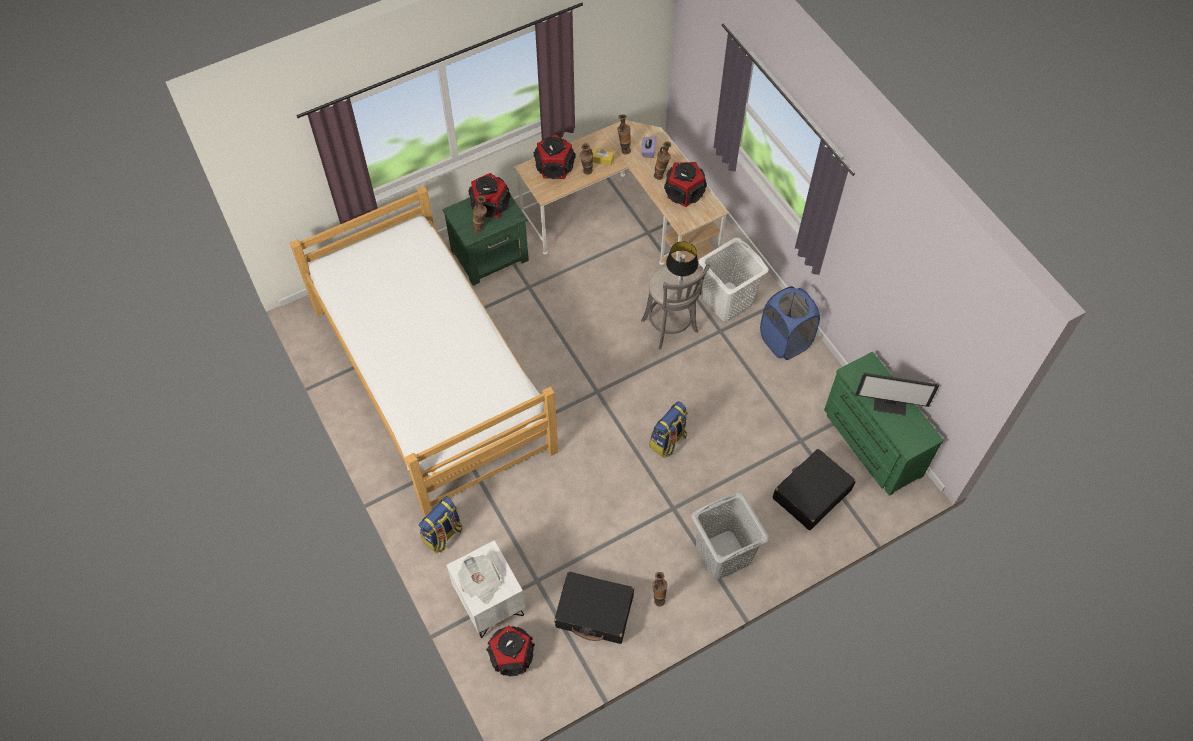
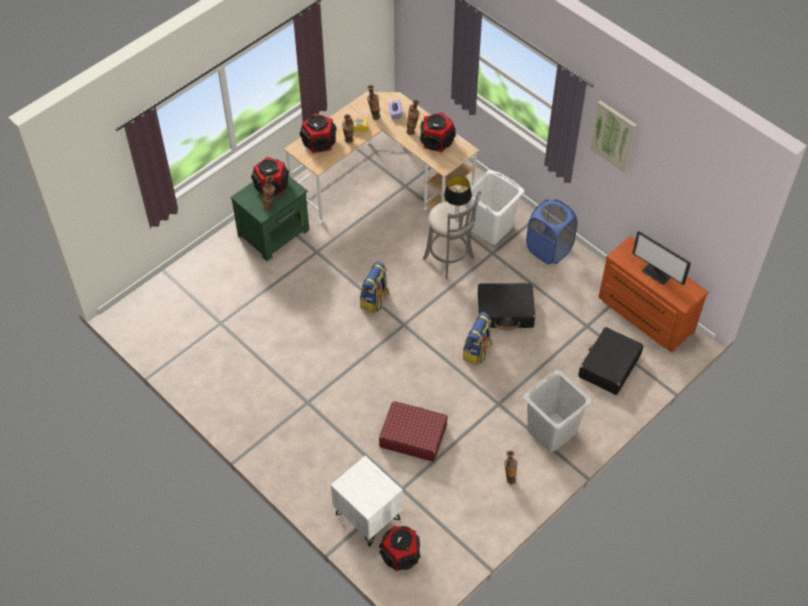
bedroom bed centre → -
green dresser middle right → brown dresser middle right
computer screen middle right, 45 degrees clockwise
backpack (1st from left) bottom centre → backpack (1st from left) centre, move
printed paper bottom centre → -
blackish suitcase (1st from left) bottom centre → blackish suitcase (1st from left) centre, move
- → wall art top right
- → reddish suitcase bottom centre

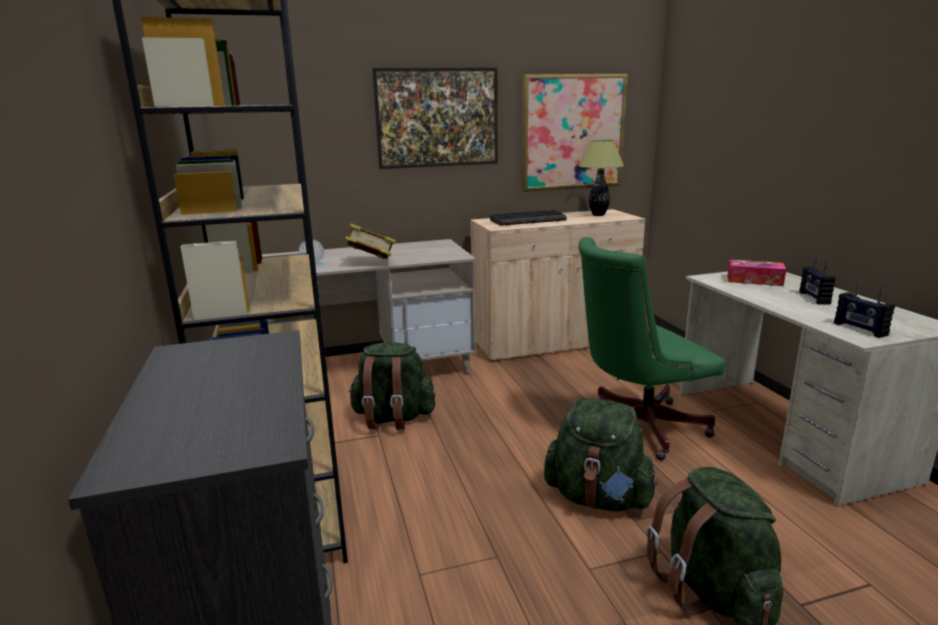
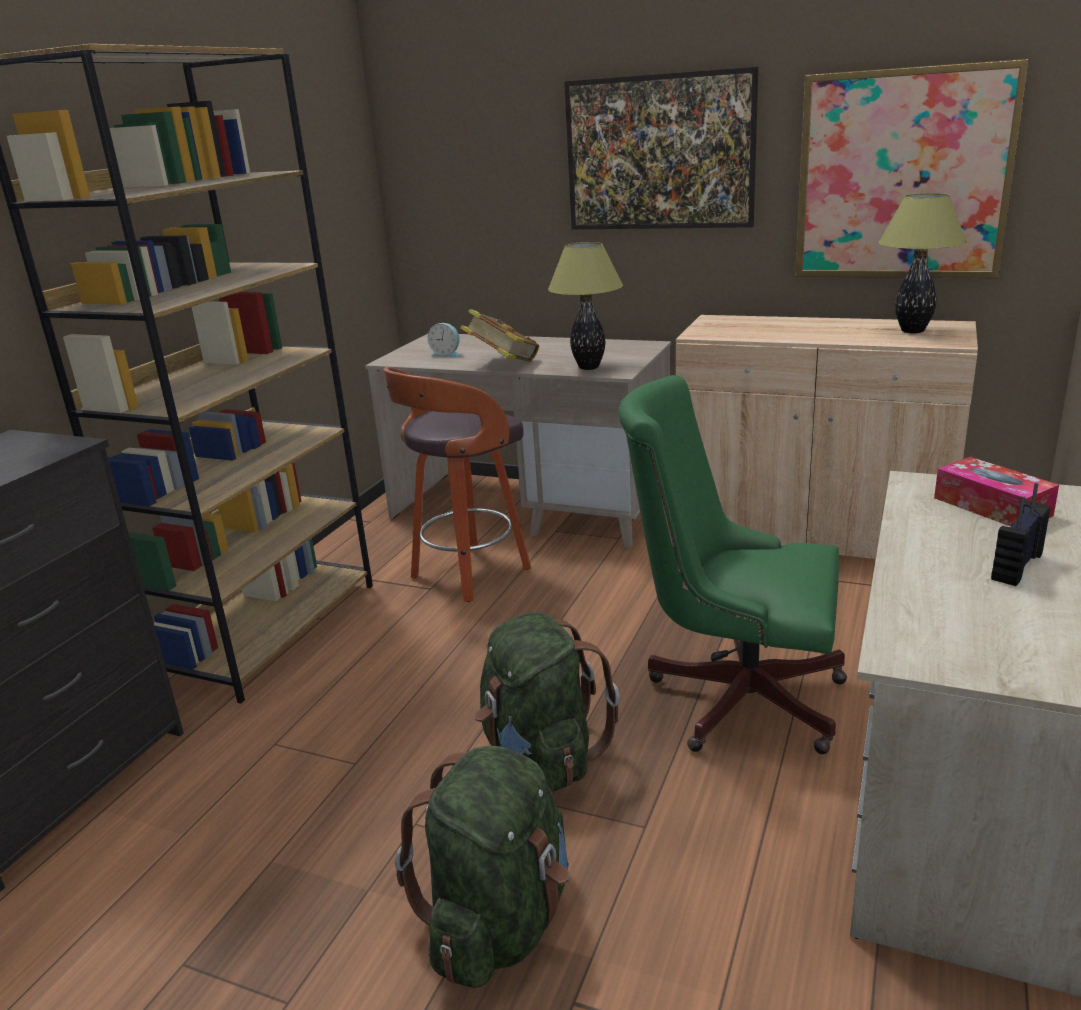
computer keyboard centre → -
radio set (2nd from left) middle right → -
green backpack (1st from left) centre → stool centre
- → tabletop lamp (1st from left) top centre

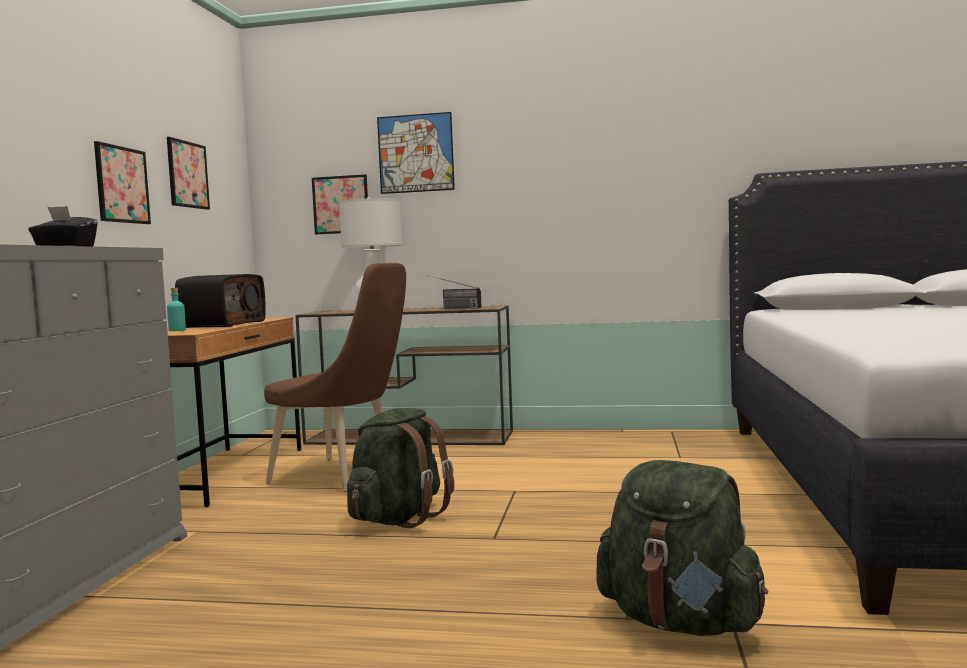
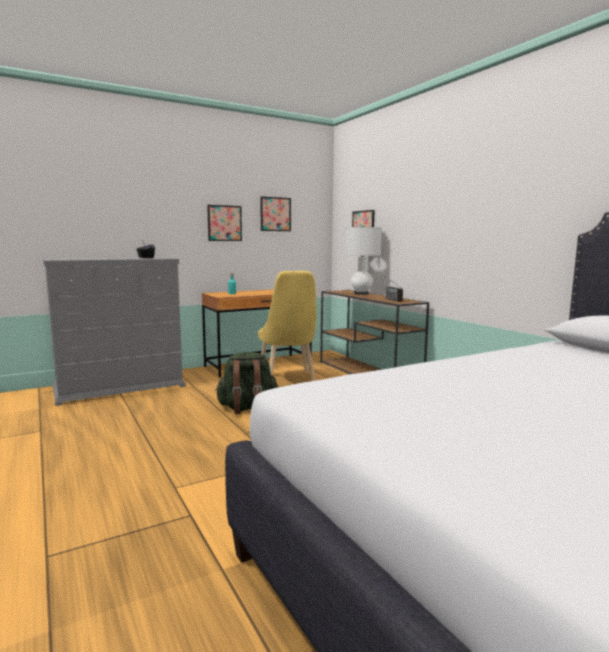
wall art (4th from left) top centre → -
brown plain chair centre → yellowish plain chair centre
radio set (1st from left) middle left → -
green backpack (2nd from left) bottom right → -

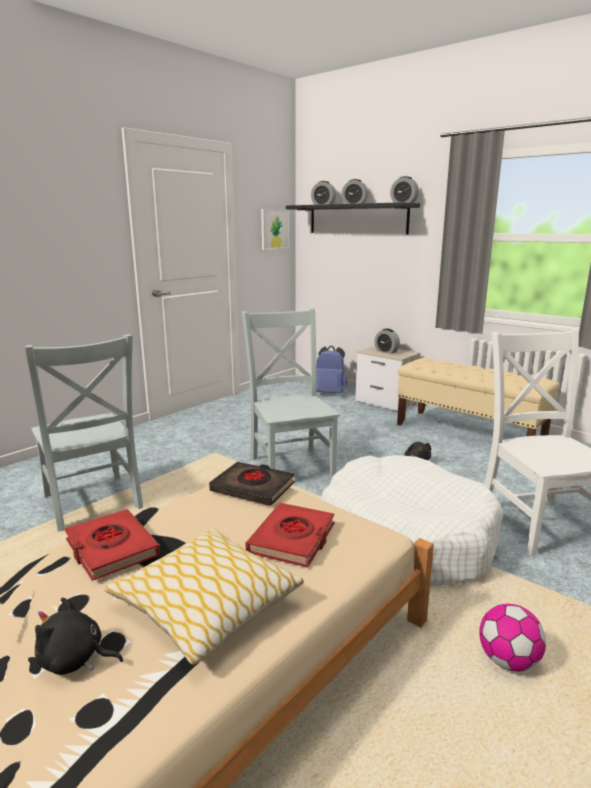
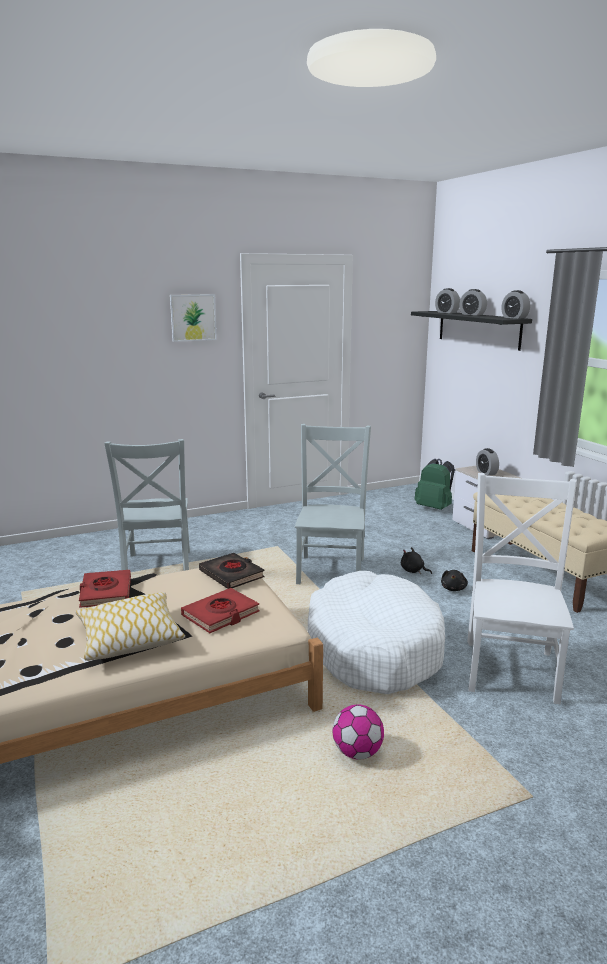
wall art top centre → wall art top left, move
blue backpack centre → green backpack middle right
blackish plush toy (1st from left) bottom left → blackish plush toy (1st from left) middle right, move

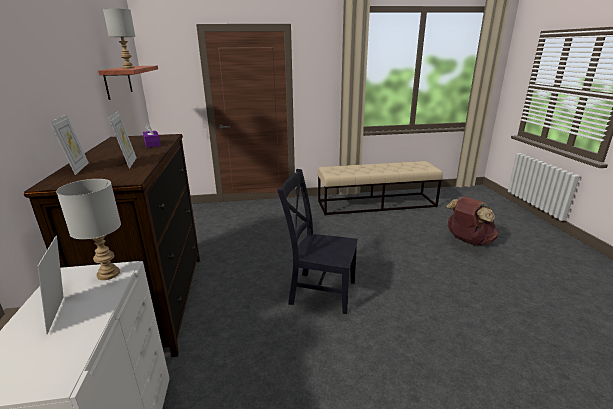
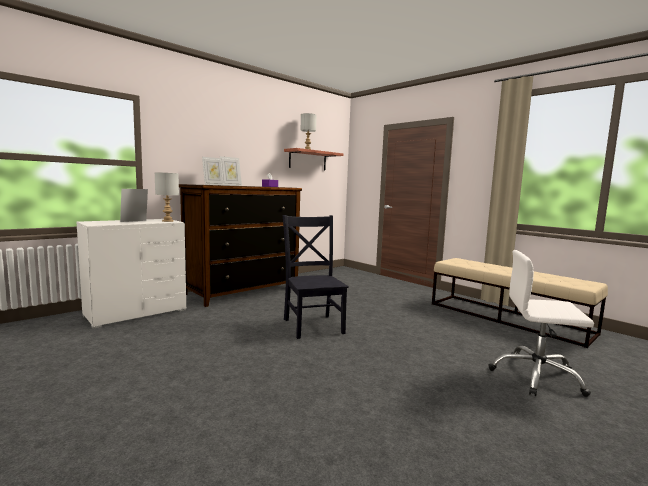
brown backpack middle right → white office chair middle right

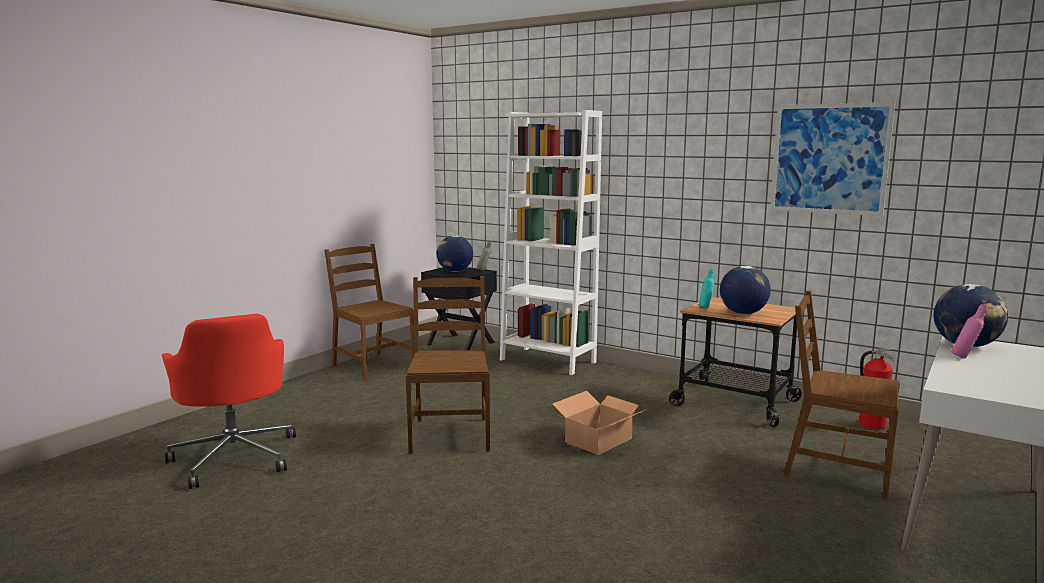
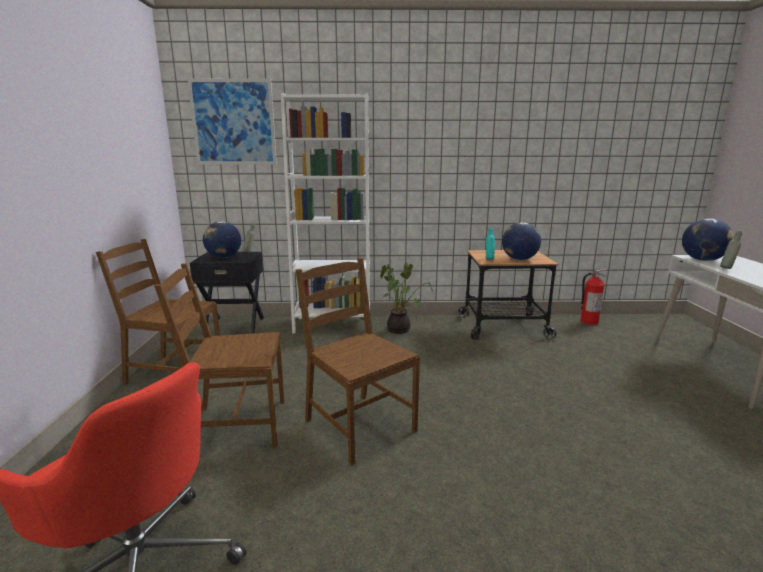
wall art top right → wall art top left, move
brown plain chair (3rd from left in the first image) bottom right → brown plain chair (2nd from left) middle left, move
pinkish bottle middle right → grey bottle (2nd from left) middle right
carton bottom centre → -
- → potted plant centre

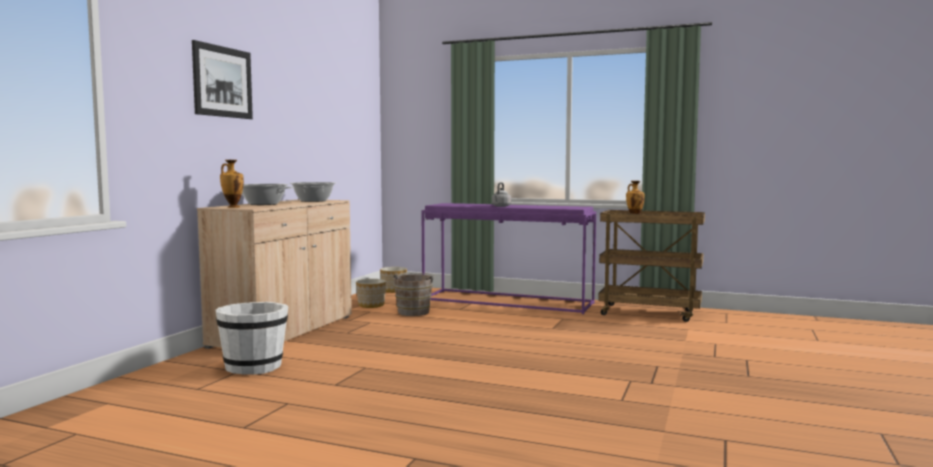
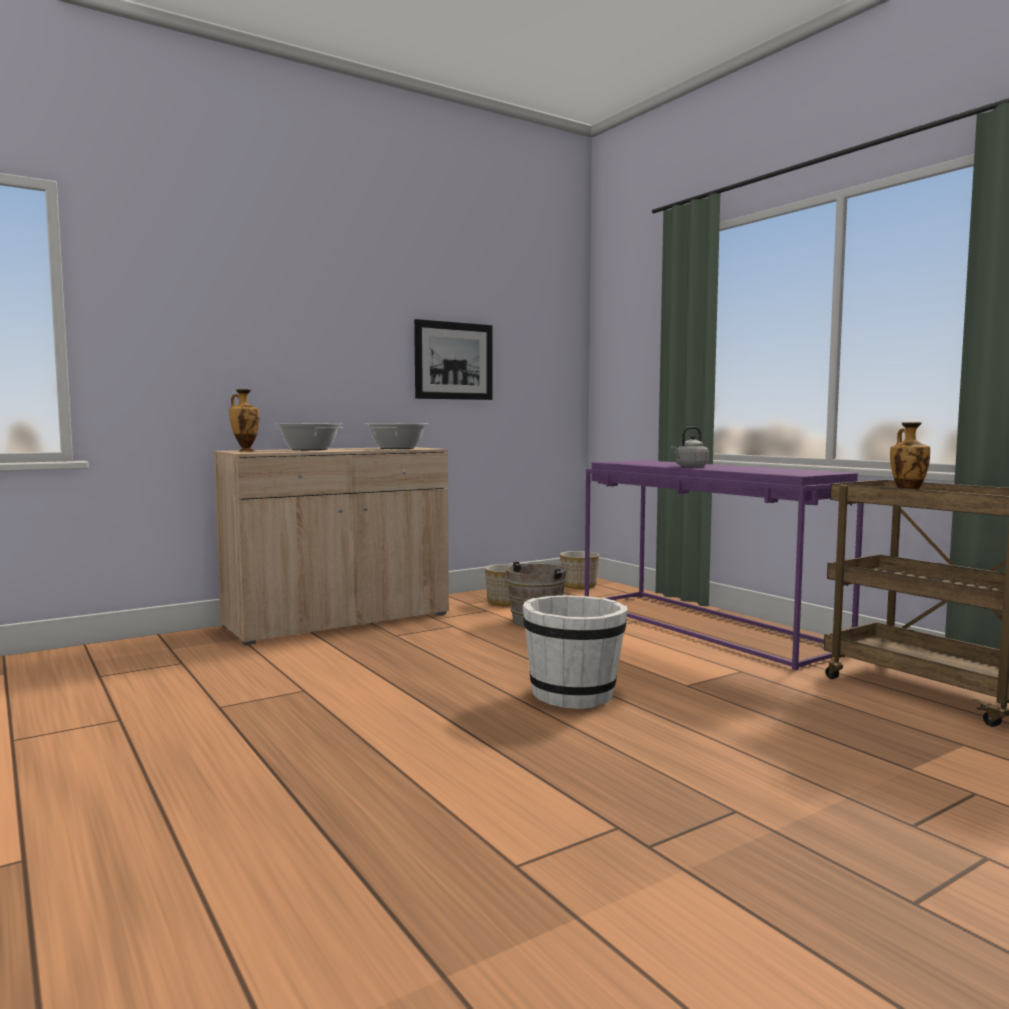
wall art top left → wall art centre, move
white pail bottom left → white pail centre, move

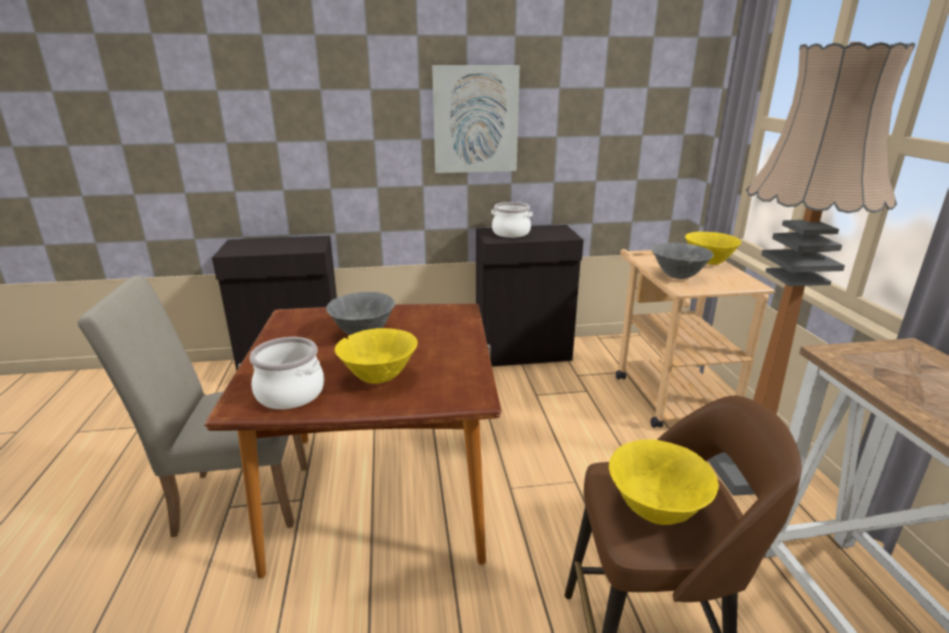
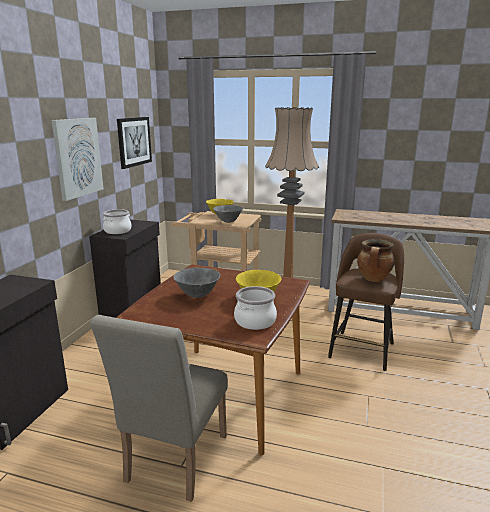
yellowish deep dish (2nd from left) bottom right → stockpot (3rd from left) middle right
- → wall art (2nd from left) top left

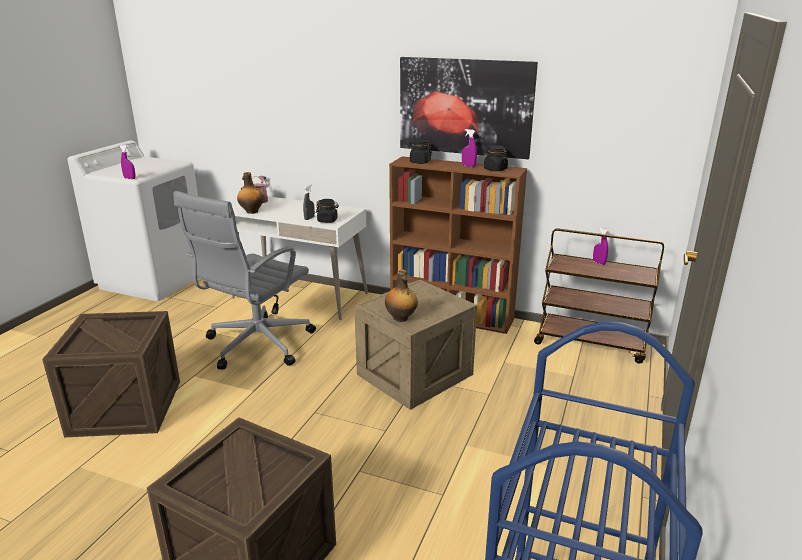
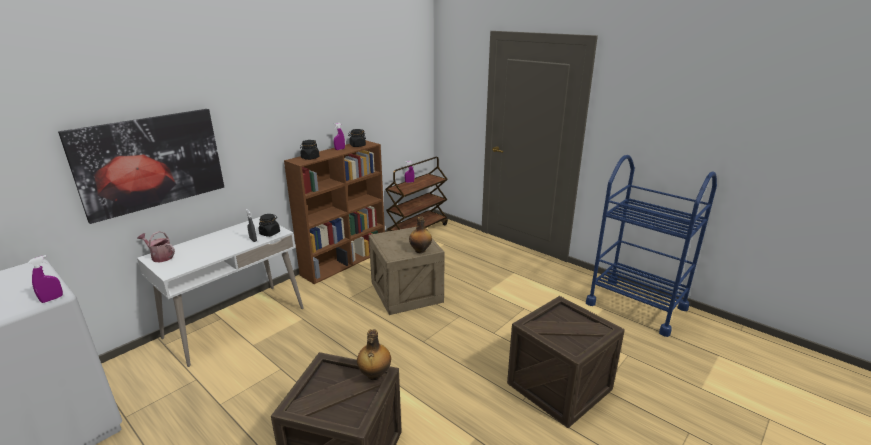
wall art top centre → wall art middle left, move
bottle (1st from left) middle left → bottle (1st from left) bottom centre, move
grey office chair middle left → -

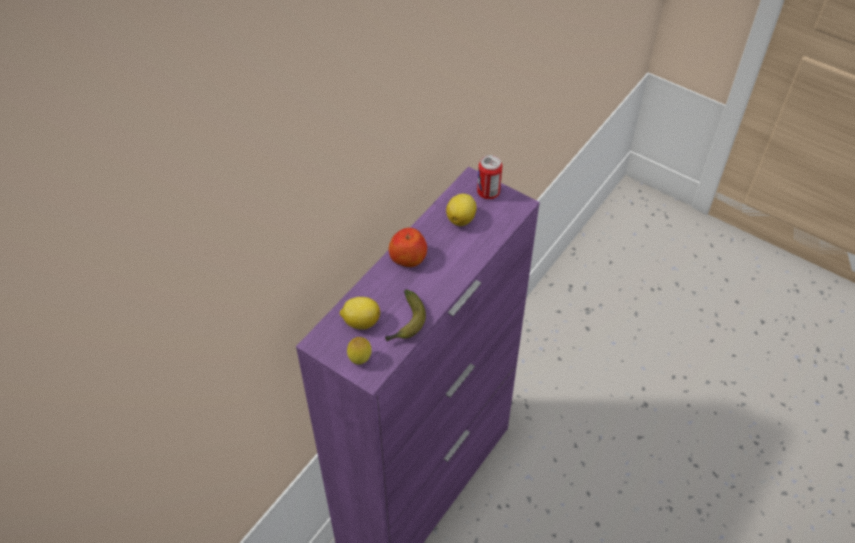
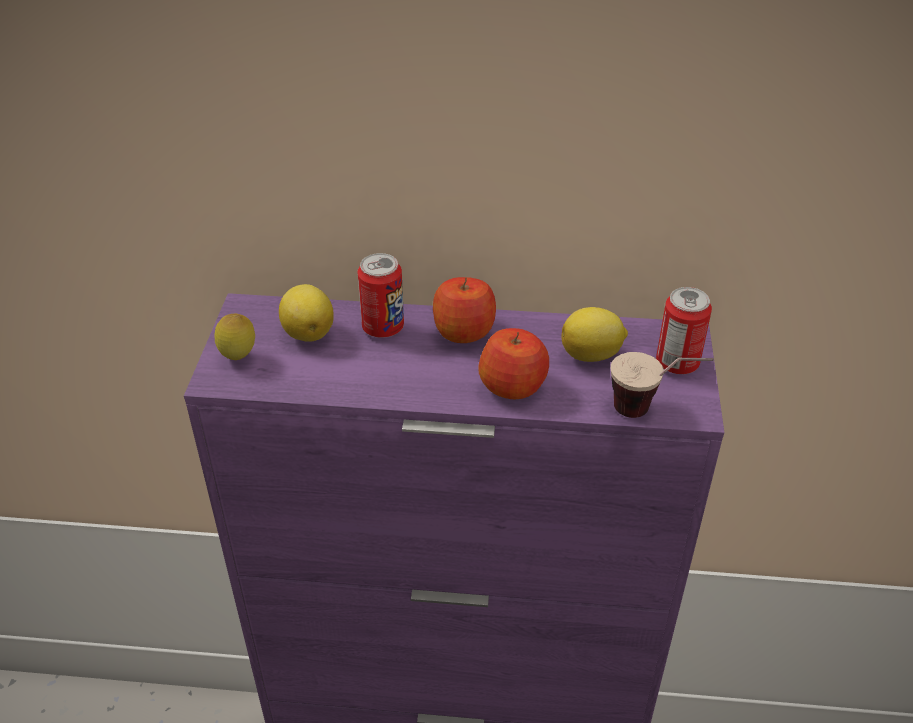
whole banana centre → -
- → can (1st from left) centre
- → apple fruit (2nd from left) centre
- → small cup middle right

